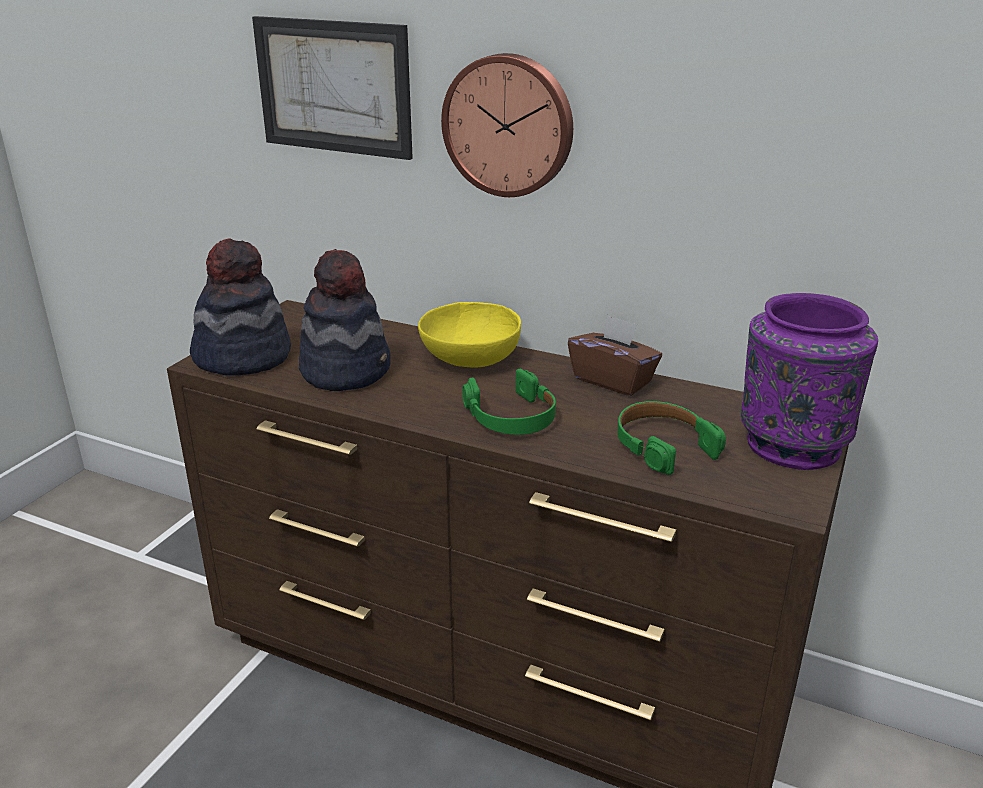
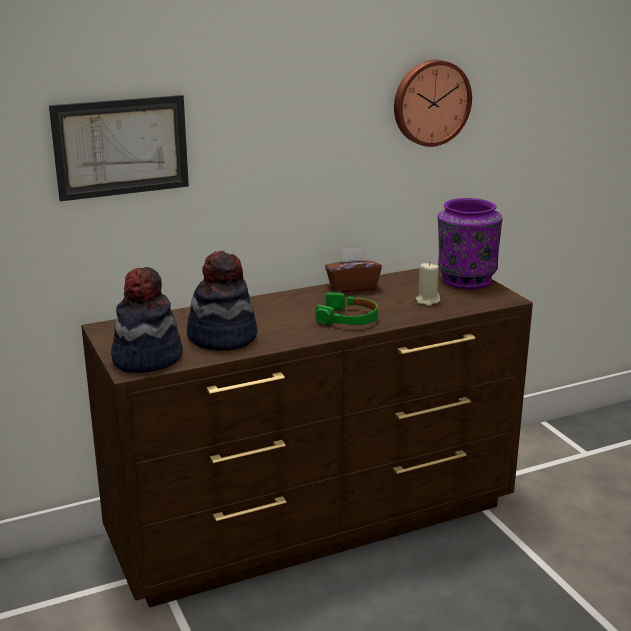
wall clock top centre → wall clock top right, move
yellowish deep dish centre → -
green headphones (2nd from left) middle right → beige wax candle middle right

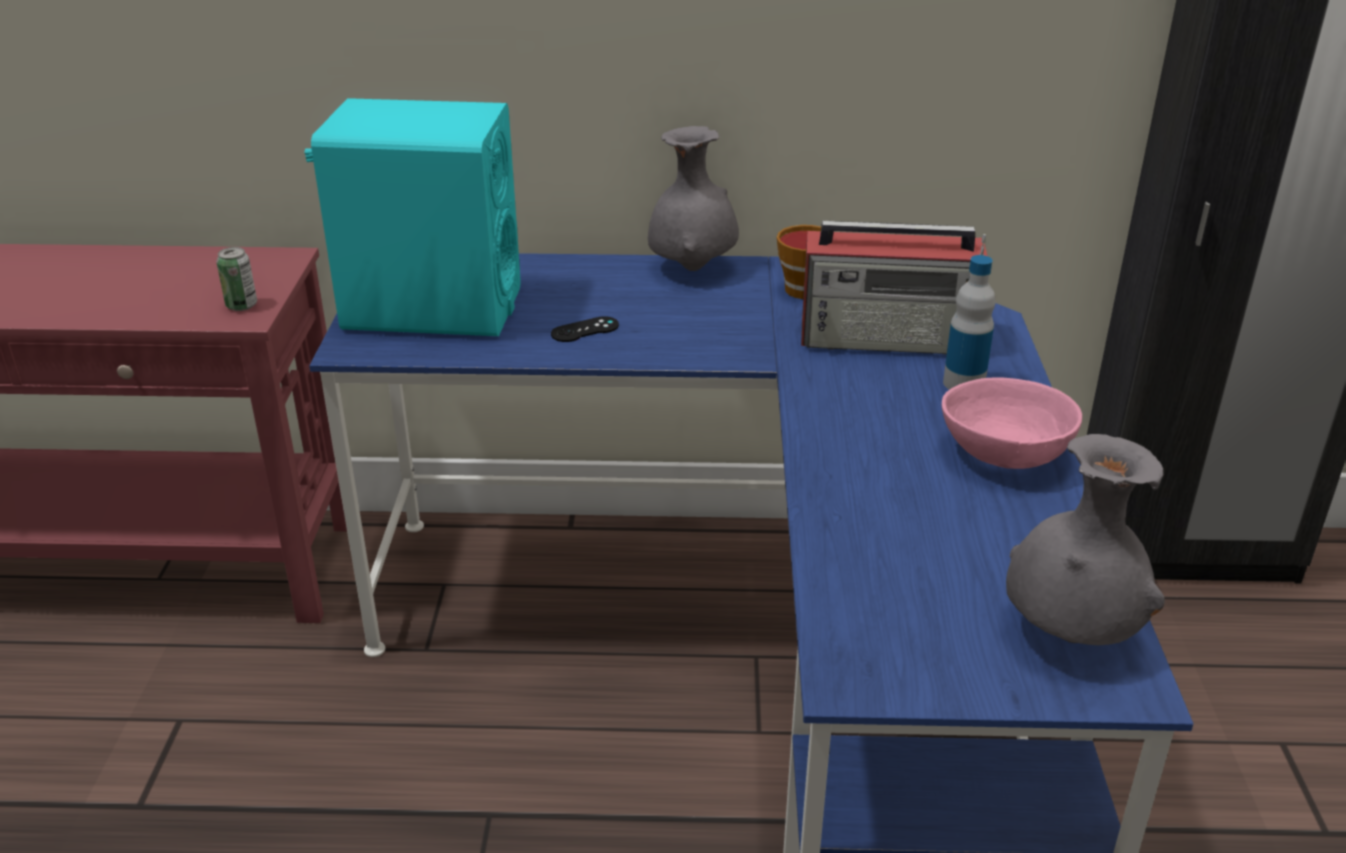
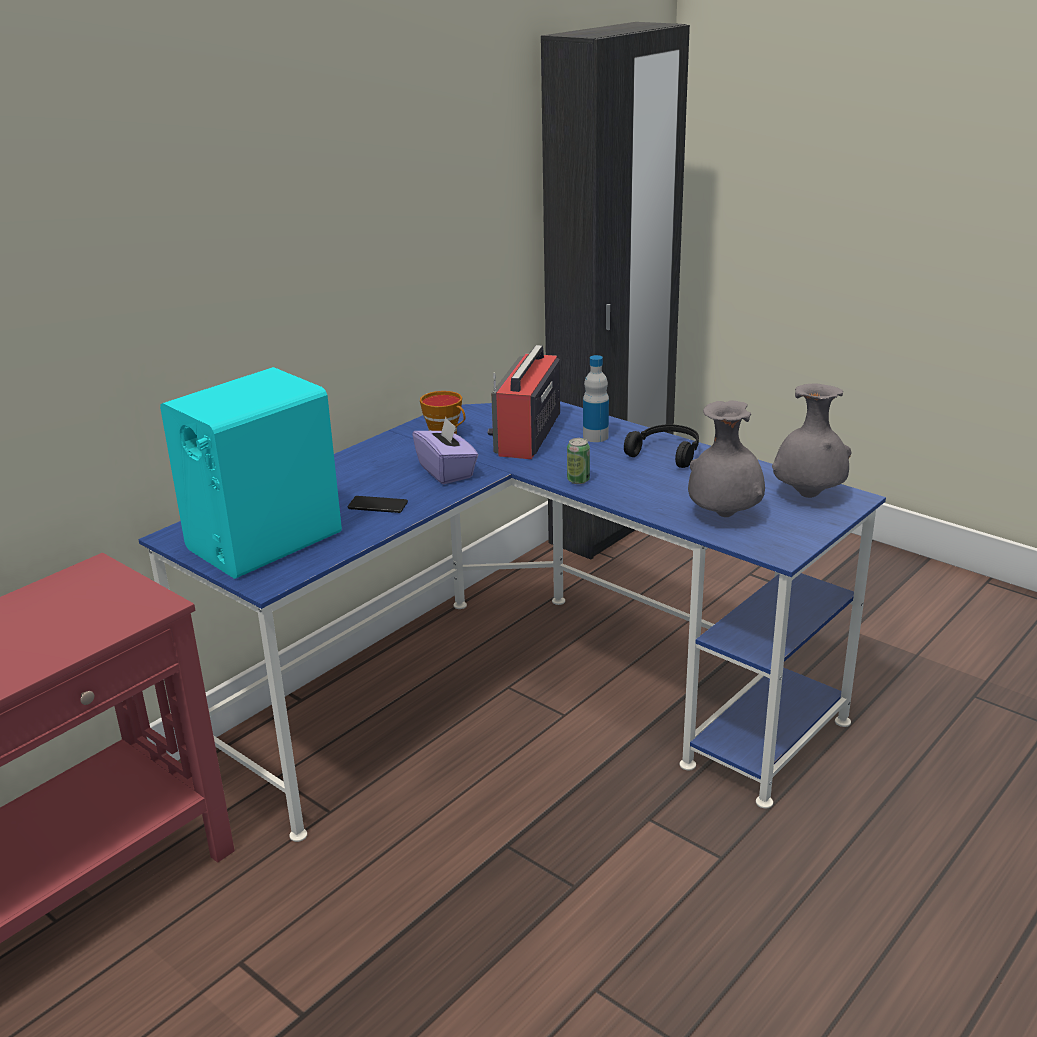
grey flower vase (1st from left) top centre → grey flower vase (1st from left) middle right, move
radio set centre, 150 degrees clockwise
can top left → can centre, move
blackish gamepad centre → phone centre
pinkish deep dish middle right → blackish headphones centre
- → purple tissue holder centre

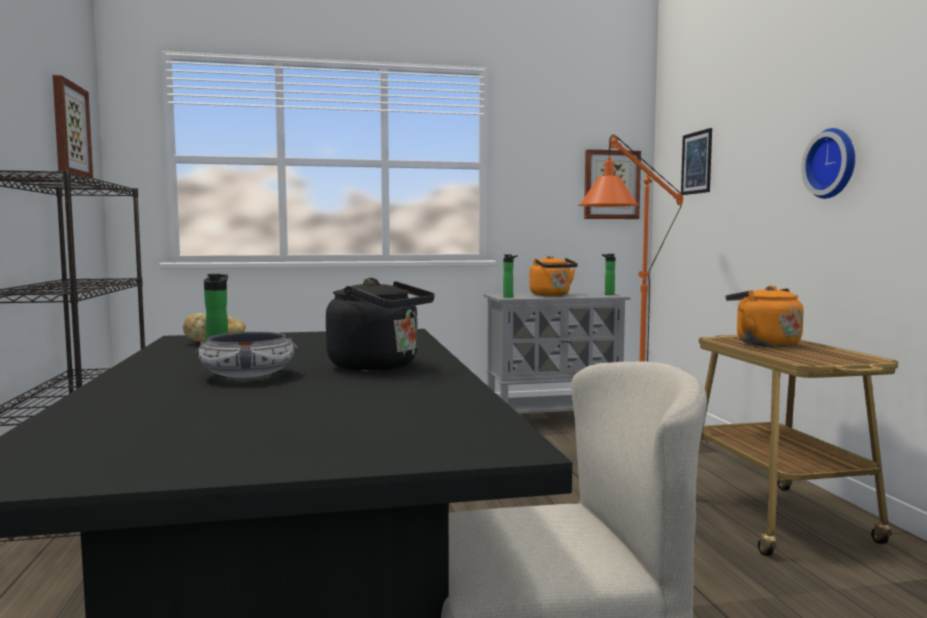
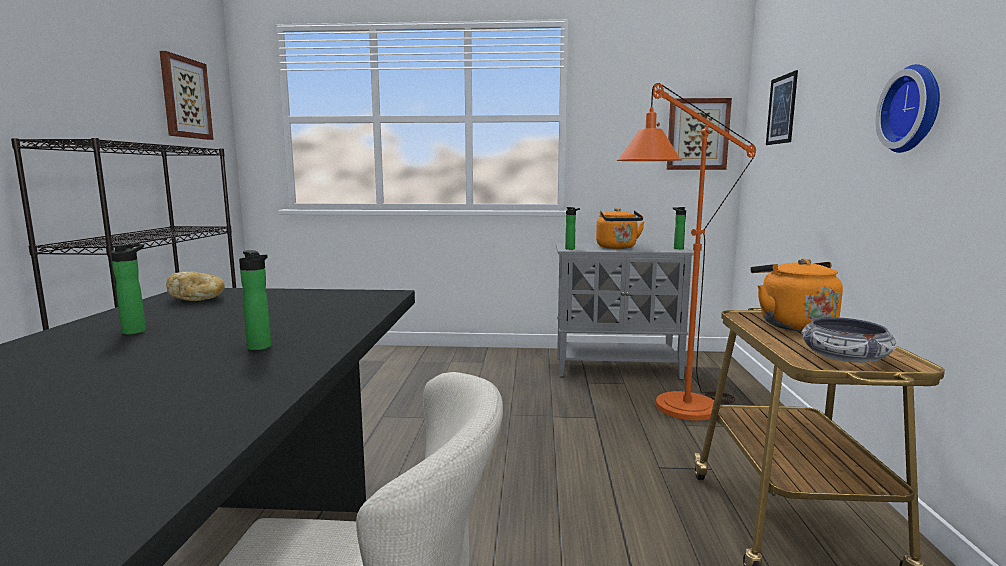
blackish kettle centre → bottle (2nd from left) middle left
deep dish middle left → deep dish middle right, move

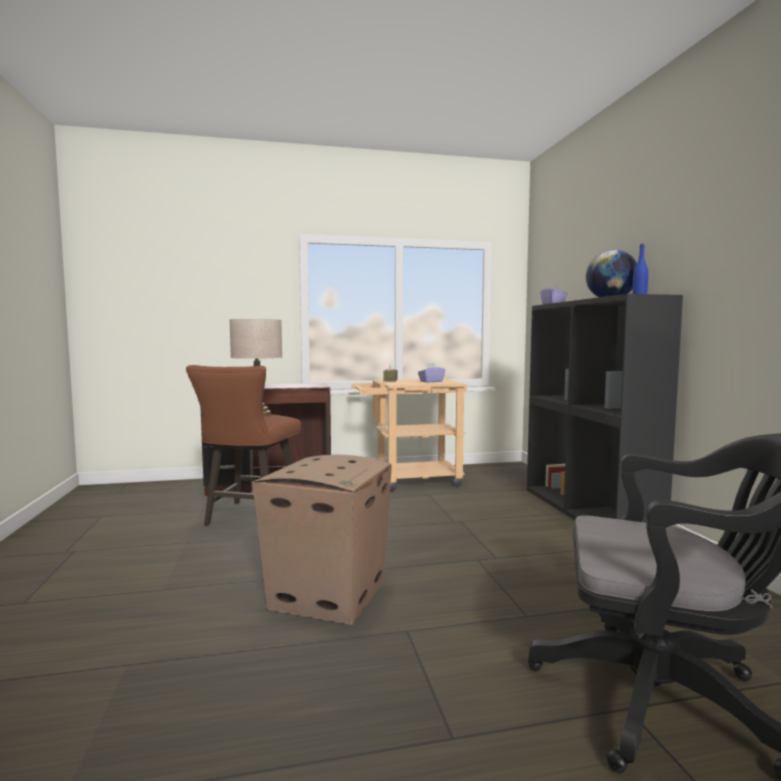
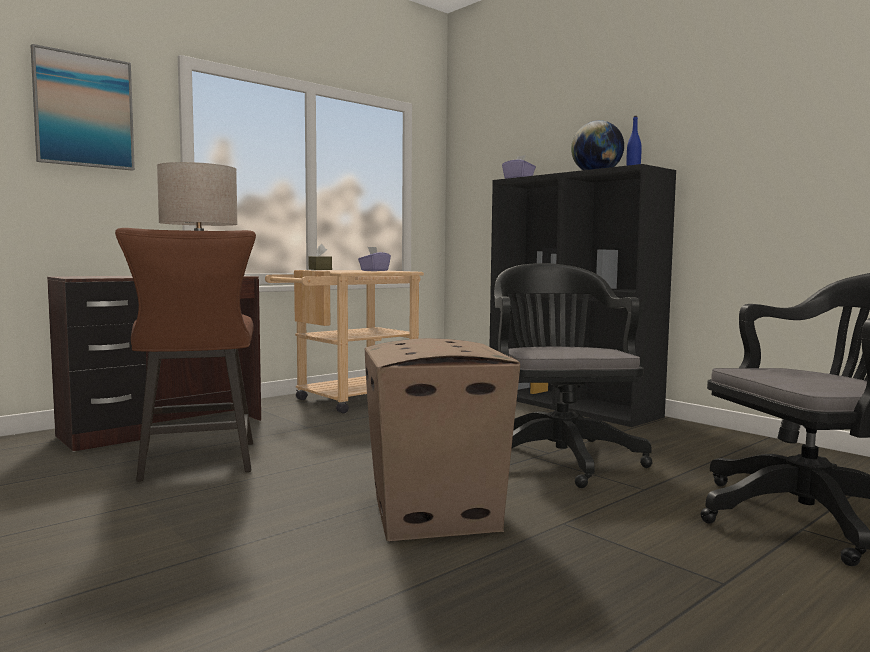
- → wall art top left
- → blackish office chair (1st from left) centre

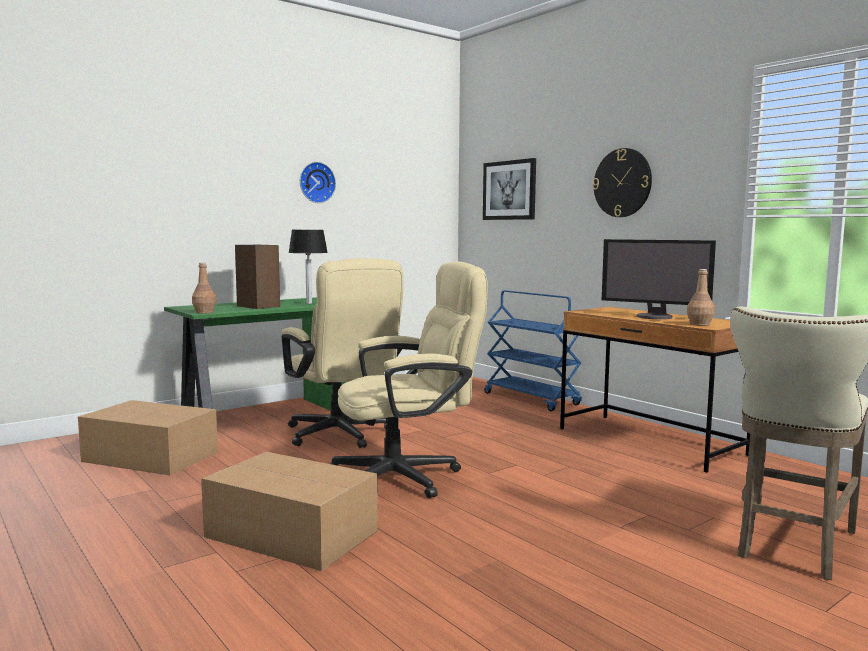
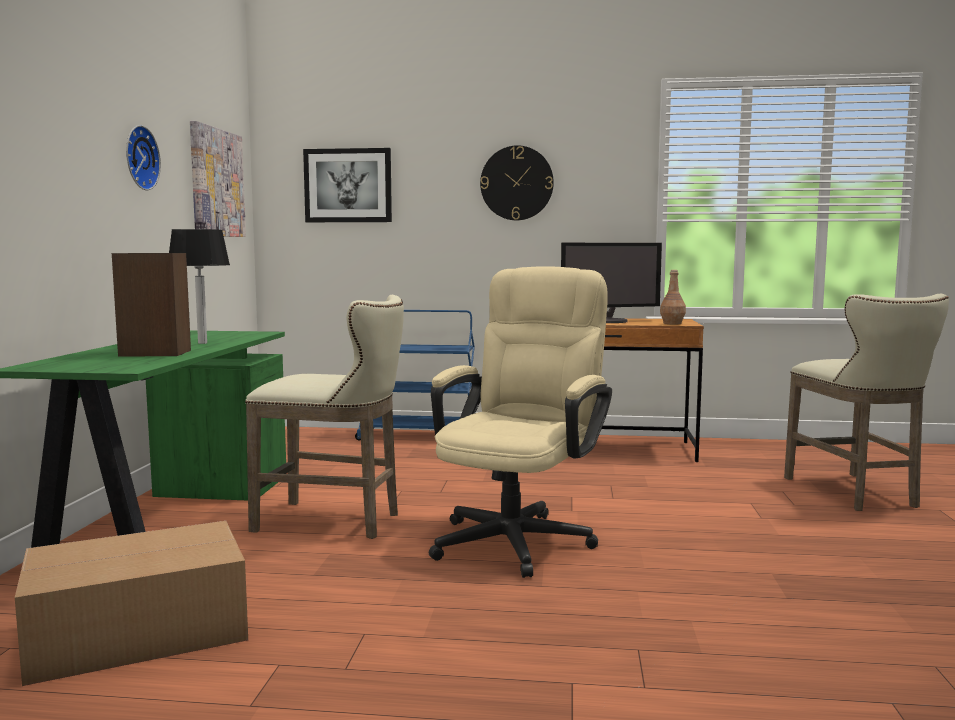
beige office chair (1st from left) centre → beige stool (1st from left) centre
brown bottle (1st from left) middle left → -
carton (2nd from left) bottom left → -
- → wall art (1st from left) top left

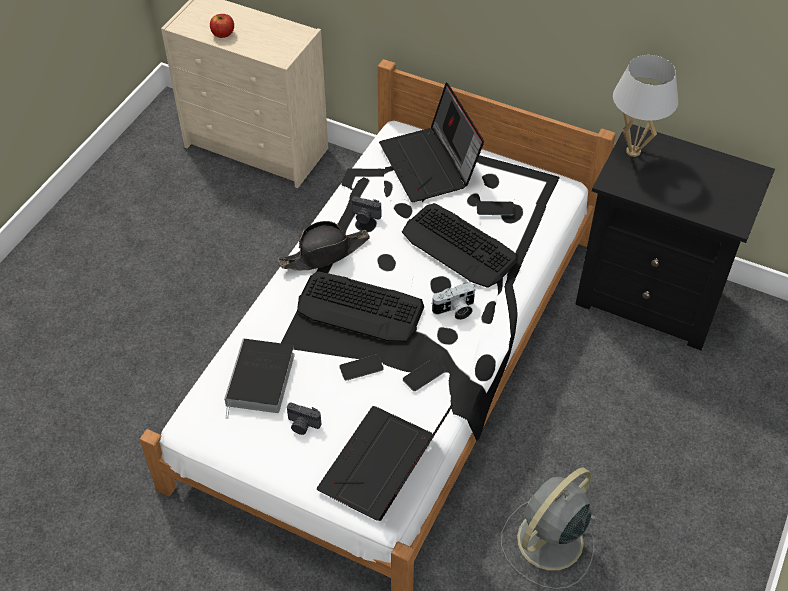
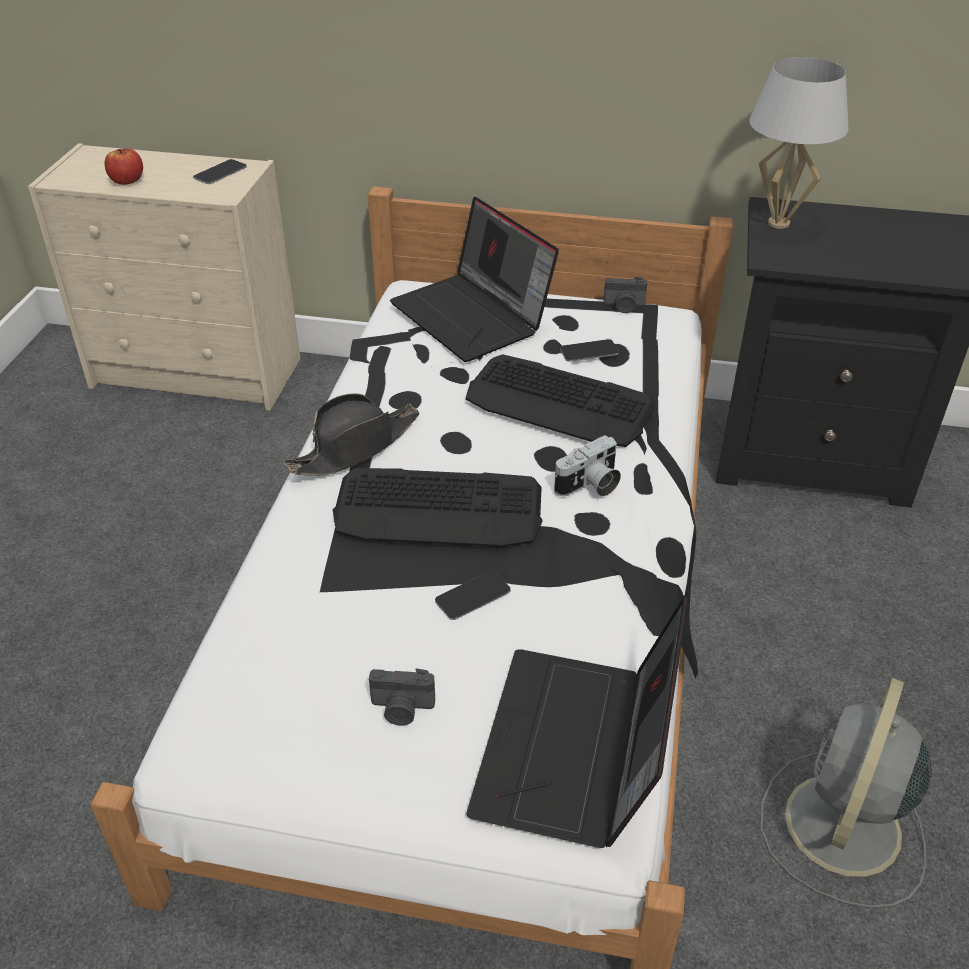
still camera (2nd from left in the first image) centre → still camera (3rd from left) top centre, move
bound book middle left → -
phone (2nd from left in the first image) centre → phone (1st from left) top left, move

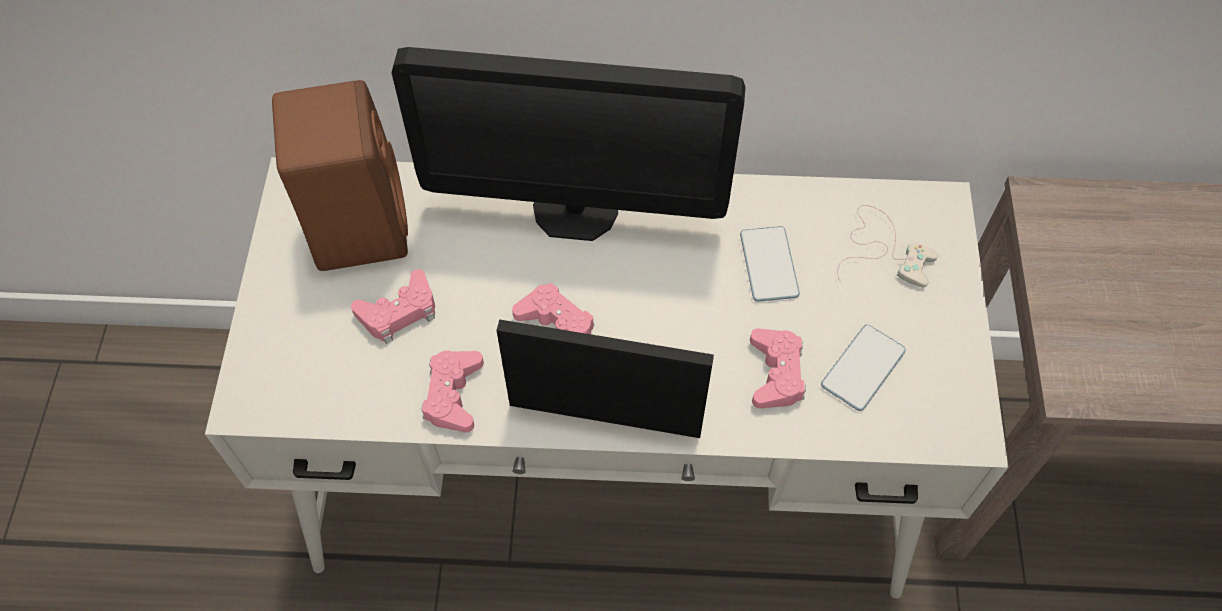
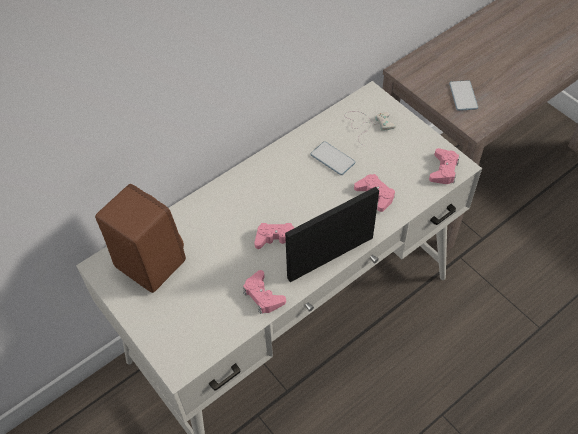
computer screen top centre → -
pinkish gamepad (1st from left in the first image) middle left → pinkish gamepad (4th from left) middle right, move
phone (2nd from left) middle right → phone (2nd from left) top right, move

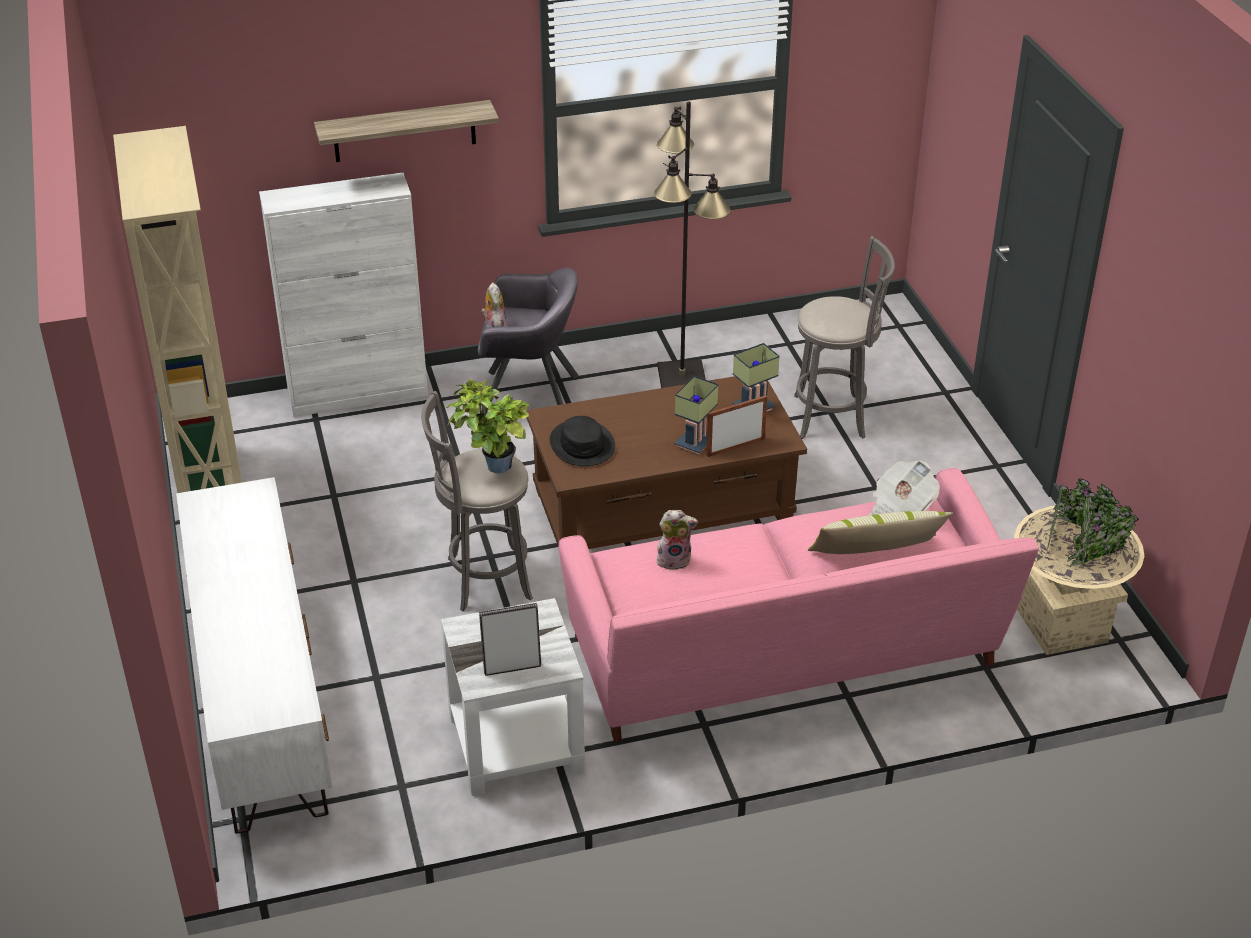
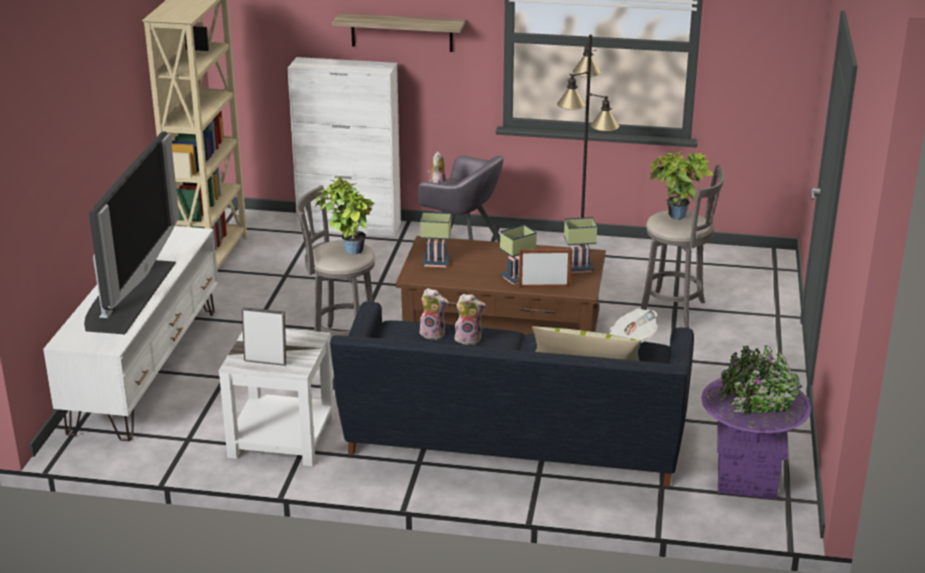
blackish clothing hat centre → tabletop lamp (1st from left) centre
pinkish settee centre → blackish settee bottom centre
beige plant pot middle right → purple plant pot bottom right
- → TV middle left
- → potted plant (2nd from left) top right
- → plush toy (3rd from left) centre

